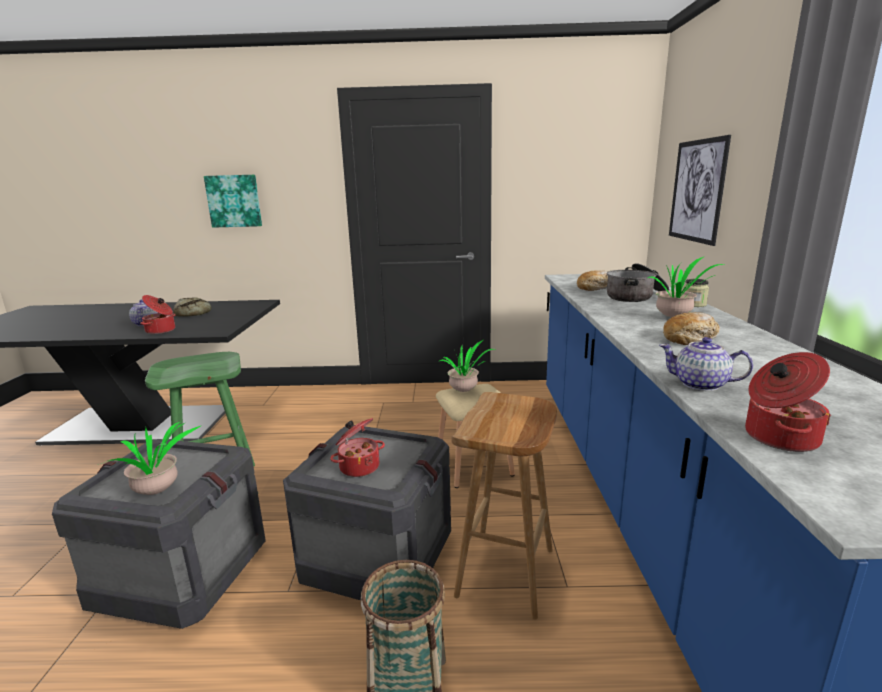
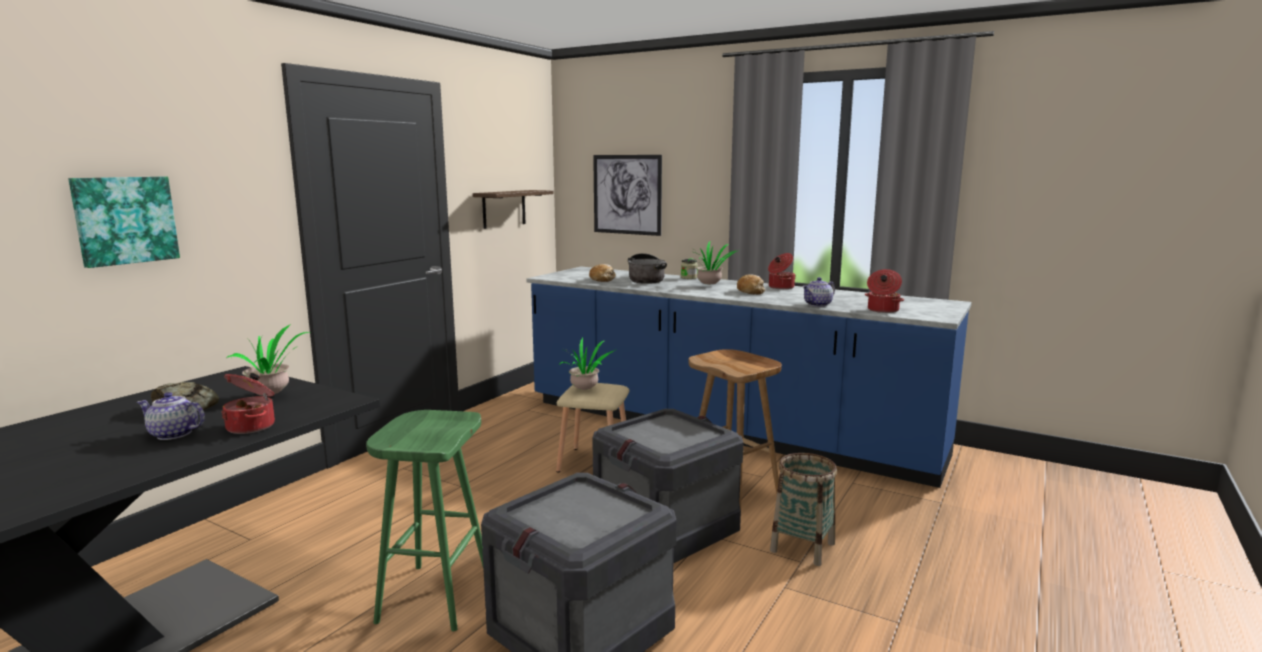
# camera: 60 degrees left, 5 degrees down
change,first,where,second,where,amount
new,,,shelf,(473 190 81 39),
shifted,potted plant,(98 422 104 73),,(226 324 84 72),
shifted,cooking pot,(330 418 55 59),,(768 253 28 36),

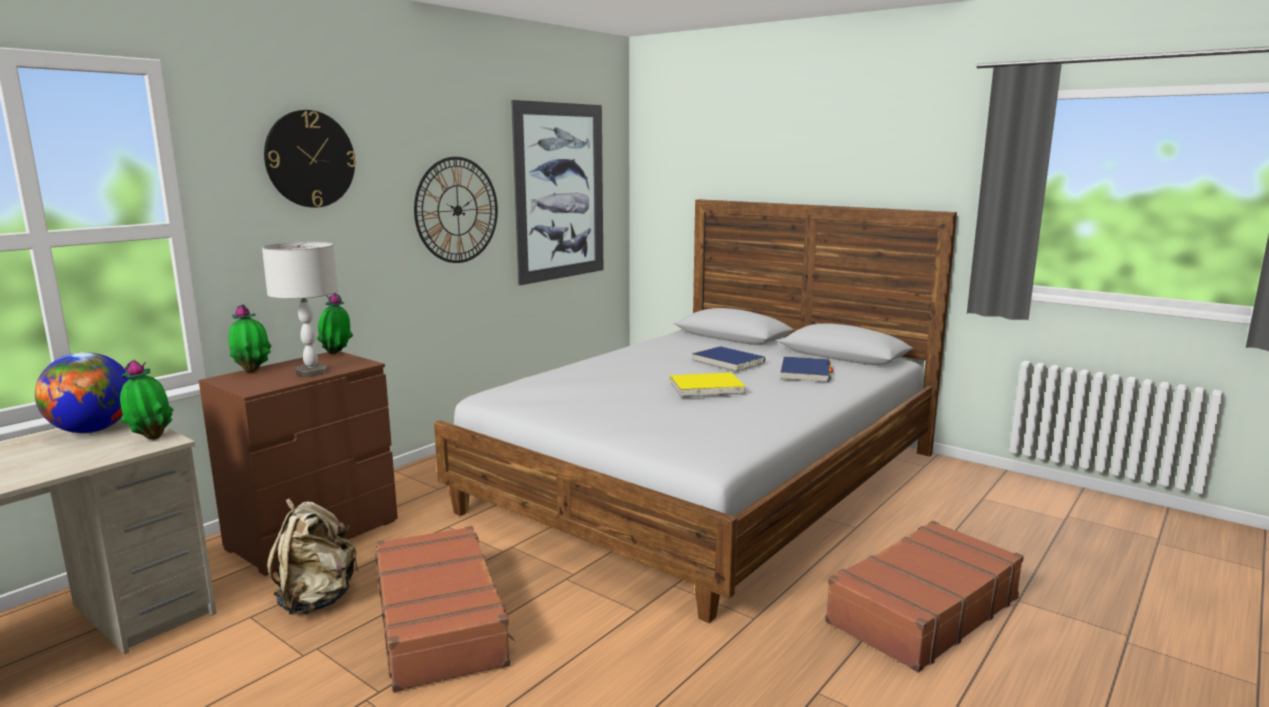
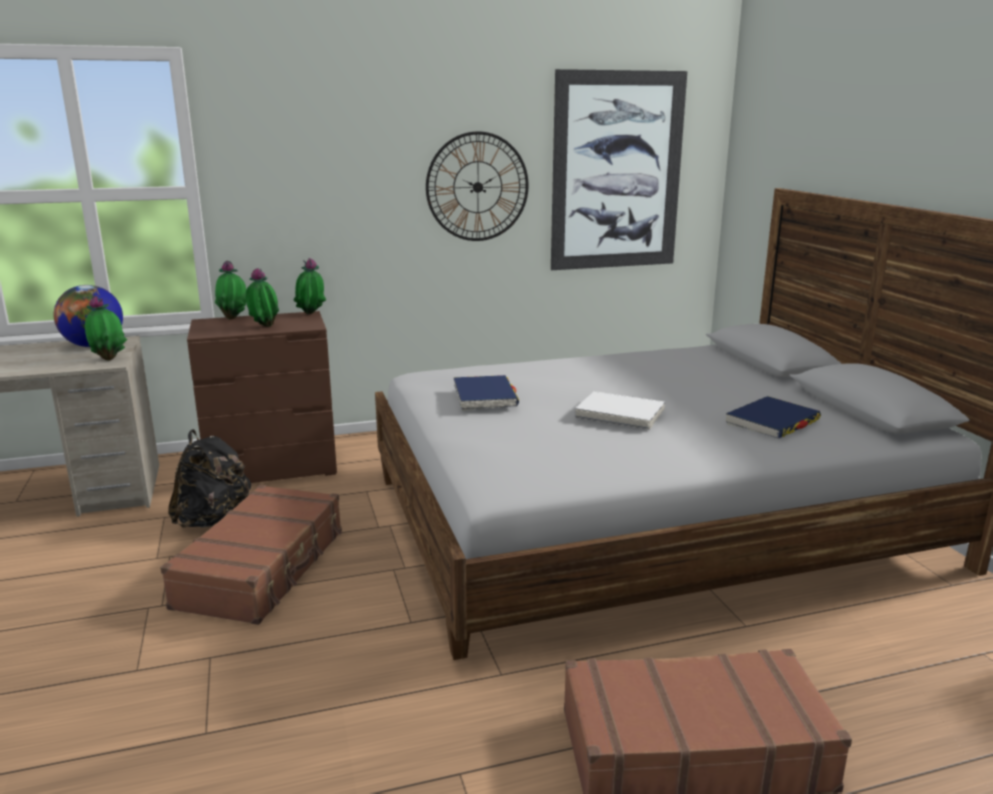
# camera: 35 degrees right, 5 degrees up
change,first,where,second,where,amount
gone,wall clock,(264 110 92 98),,,
shifted,blue book,(692 346 73 26),,(453 375 66 35),
swapped,grey table lamp,(262 242 76 135),potted plant,(246 268 33 59),
repainted,beige backpack,(267 498 92 116),black backpack,(168 429 83 99),
repainted,yellow book,(670 372 76 26),white book,(575 391 90 39),

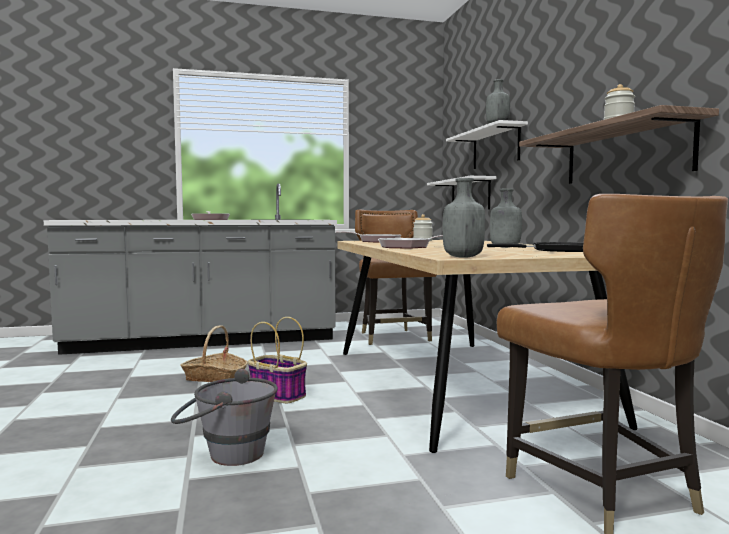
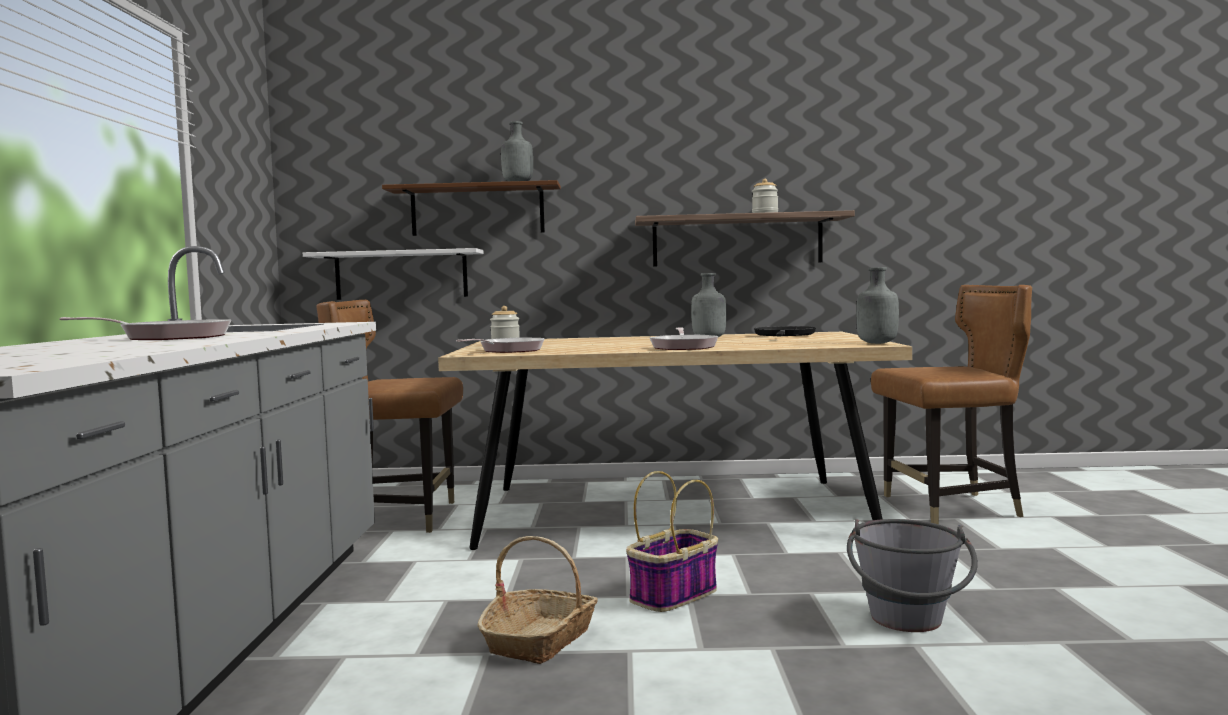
# camera: 75 degrees left, 0 degrees up
change,first,where,second,where,amount
repainted,white shelf,(446 120 82 49),brown shelf,(382 180 179 56),

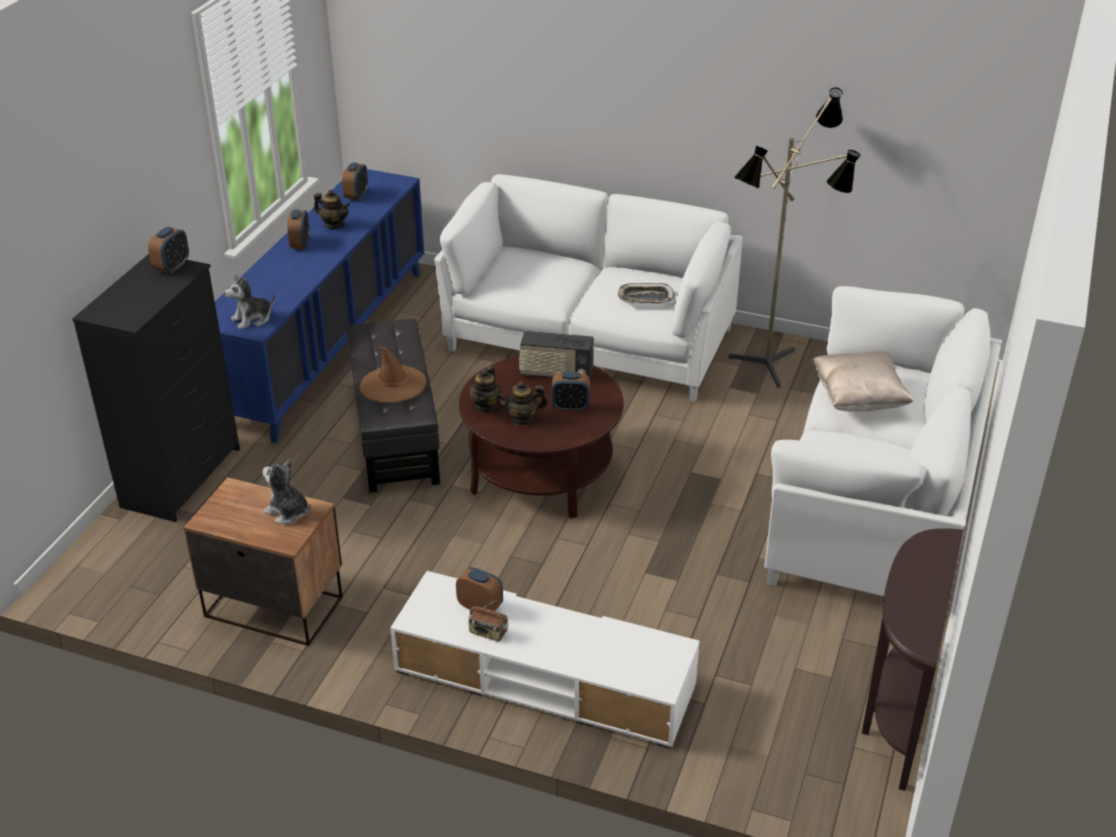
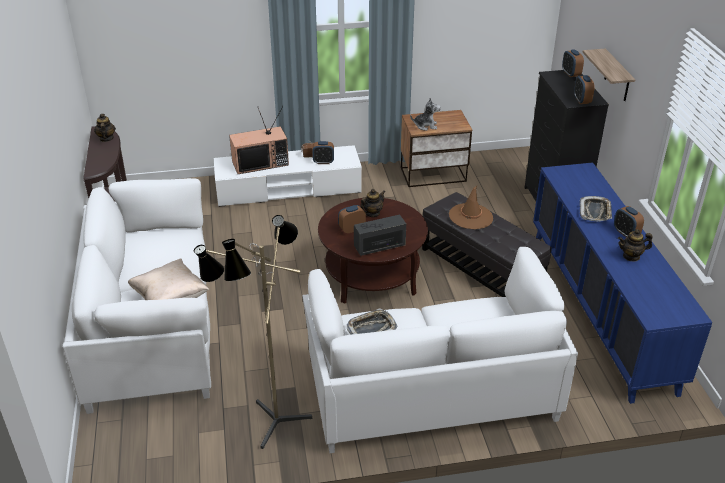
# camera: 150 degrees right, 0 degrees up
change,first,where,second,where,amount
gone,plush toy,(224 275 52 54),,,
new,,,television,(229 106 60 68),
new,,,tray,(580 196 32 26),
new,,,shelf,(582 49 54 52),
shifted,alarm clock,(342 162 26 39),,(562 49 22 28),
shifted,teapot,(469 366 33 47),,(94 114 22 28),

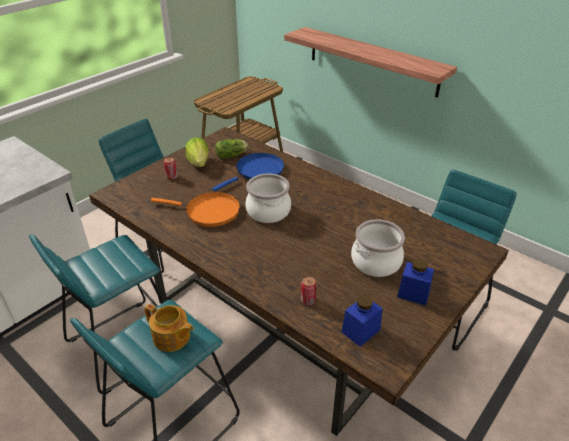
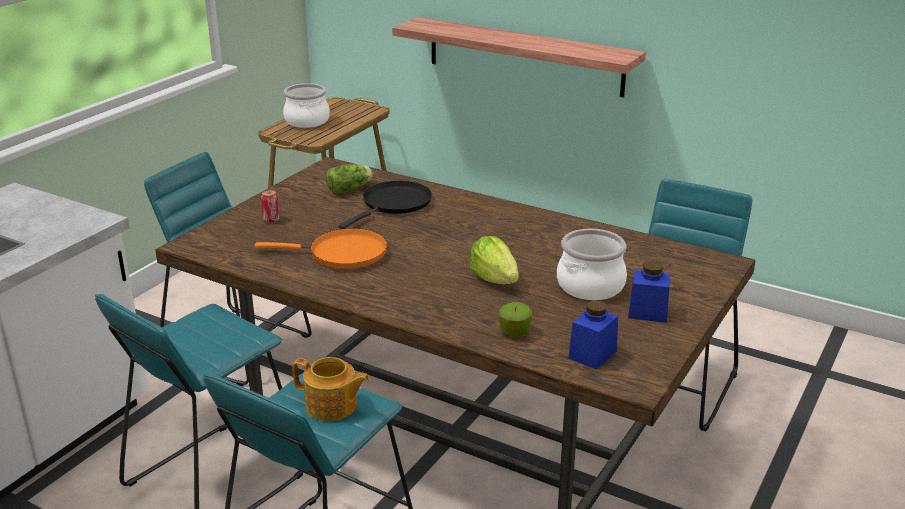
# camera: 10 degrees left, 10 degrees down
change,first,where,second,where,amount
shifted,lettuce,(185 138 24 29),,(470 236 49 48),
shifted,cooking pot,(245 174 46 49),,(283 83 47 45),
swapped,can,(301 277 16 28),apple,(499 302 33 35),
repainted,blue frying pan,(212 153 72 38),black frying pan,(339 181 93 48),

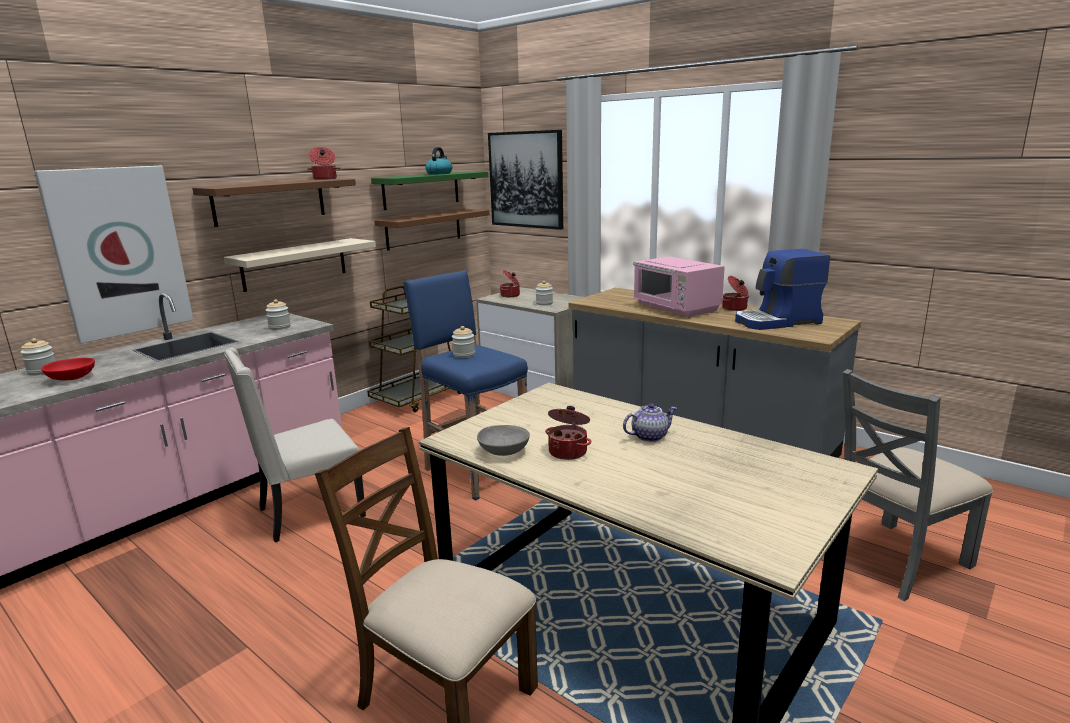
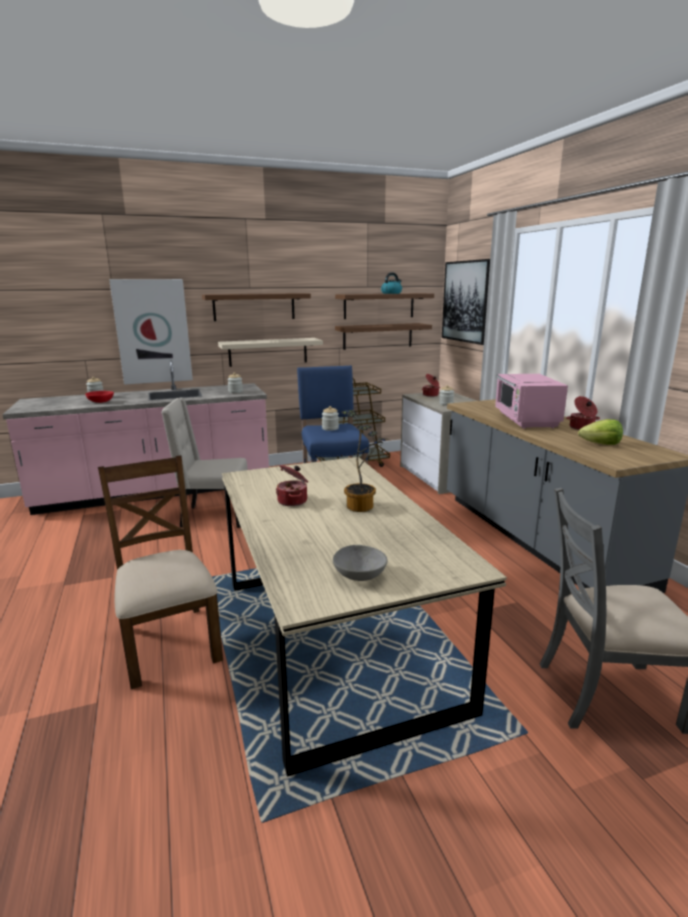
# camera: 30 degrees right, 0 degrees up
change,first,where,second,where,amount
gone,cooking pot,(307 147 33 33),,,
shifted,grey bowl,(477 425 53 31),,(333 545 55 36),
swapped,teapot,(623 403 54 39),potted plant,(341 410 50 102),
swapped,coffee machine,(735 249 95 81),lettuce,(578 419 45 26),
repainted,green shelf,(371 172 117 38),brown shelf,(335 293 99 26),

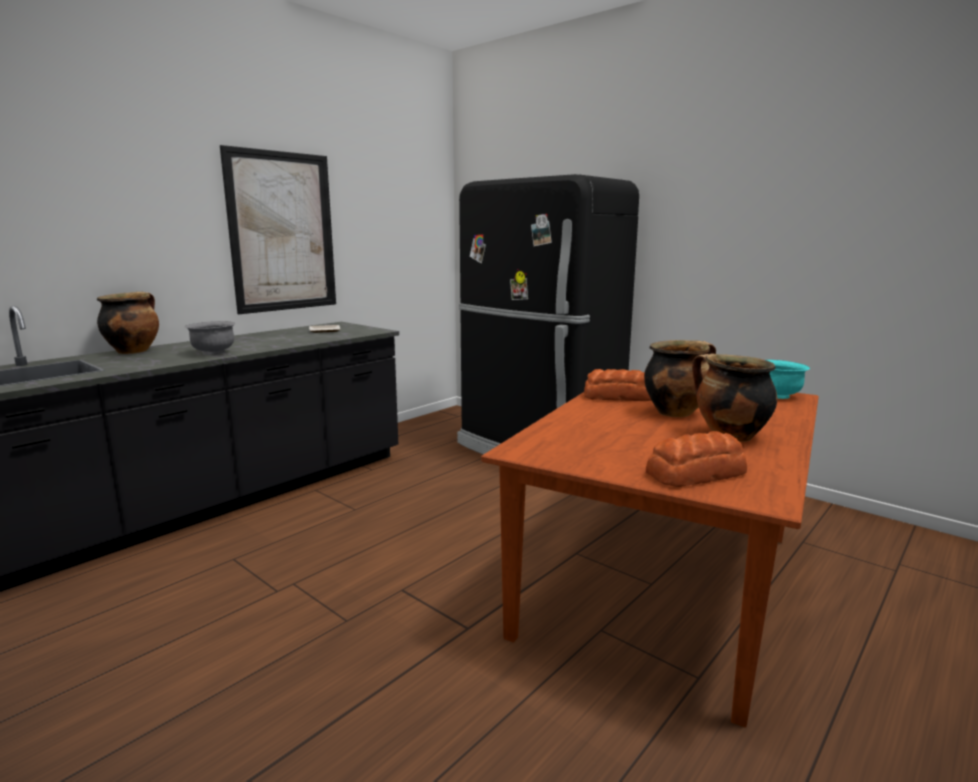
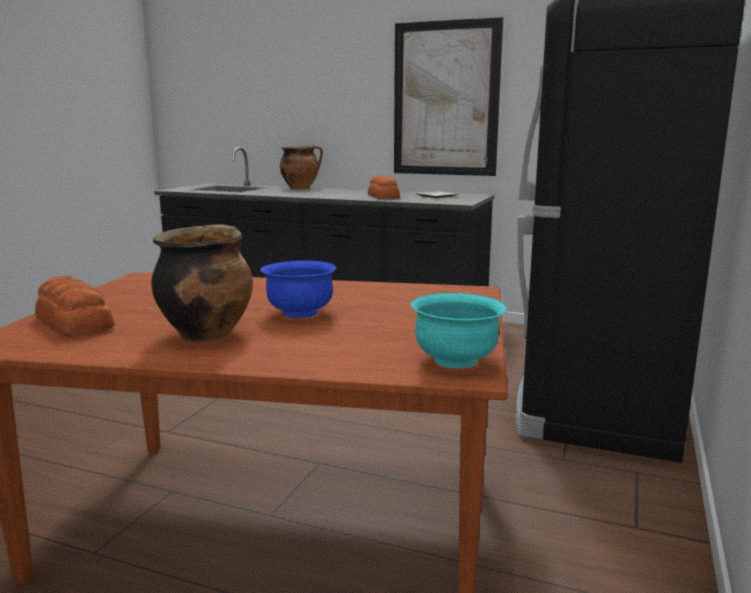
# camera: 70 degrees right, 0 degrees up
change,first,where,second,where,amount
gone,grey bowl,(185 321 51 34),,,
shifted,bread,(584 369 68 32),,(368 175 32 24),
swapped,cooking pot,(644 340 72 77),blue bowl,(260 261 76 57),

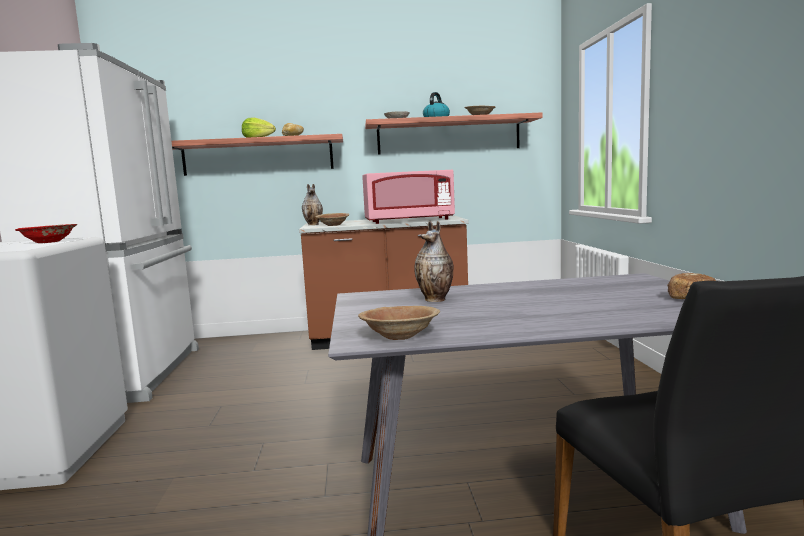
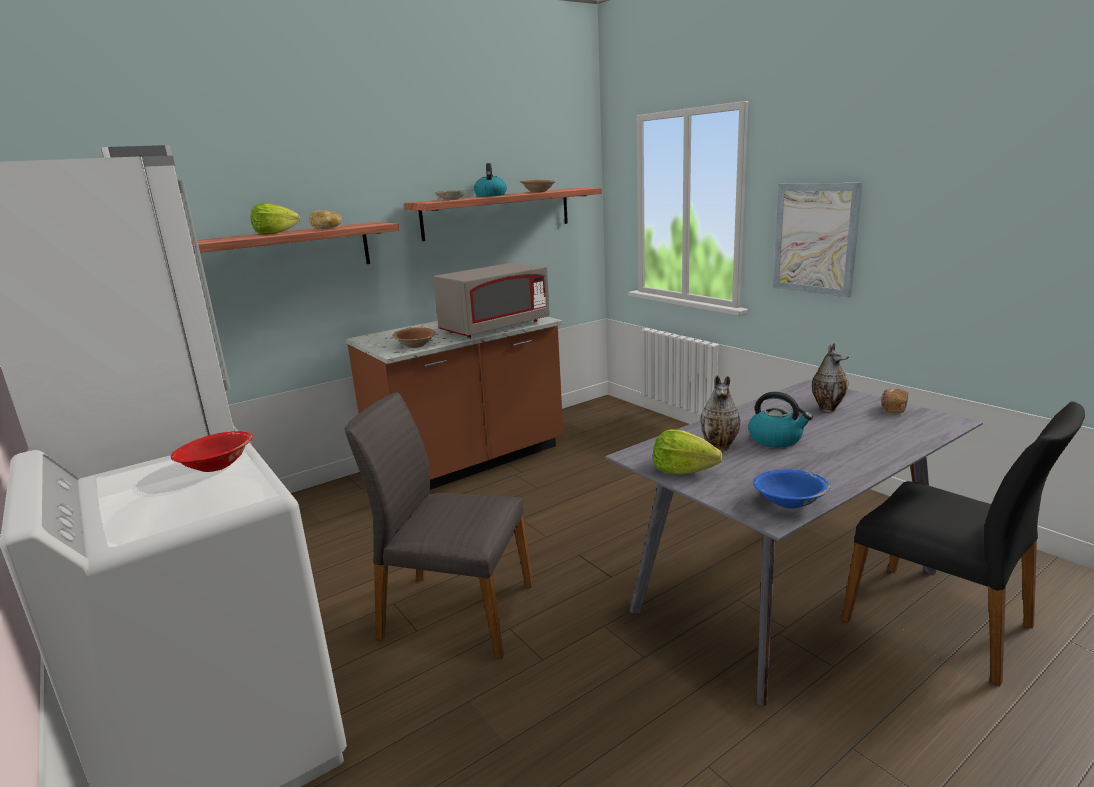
# camera: 30 degrees left, 10 degrees up
change,first,where,second,where,amount
new,,,grey chair,(345 392 188 267),
new,,,lettuce,(653 429 70 46),
new,,,kettle,(748 392 65 56),
new,,,picture,(773 183 89 115),
shifted,vase,(302 184 21 41),,(812 343 37 69),
repainted,brown bowl,(358 306 82 34),blue bowl,(753 469 77 40),
repainted,pink microwave,(362 170 93 54),grey microwave,(433 263 117 75),

